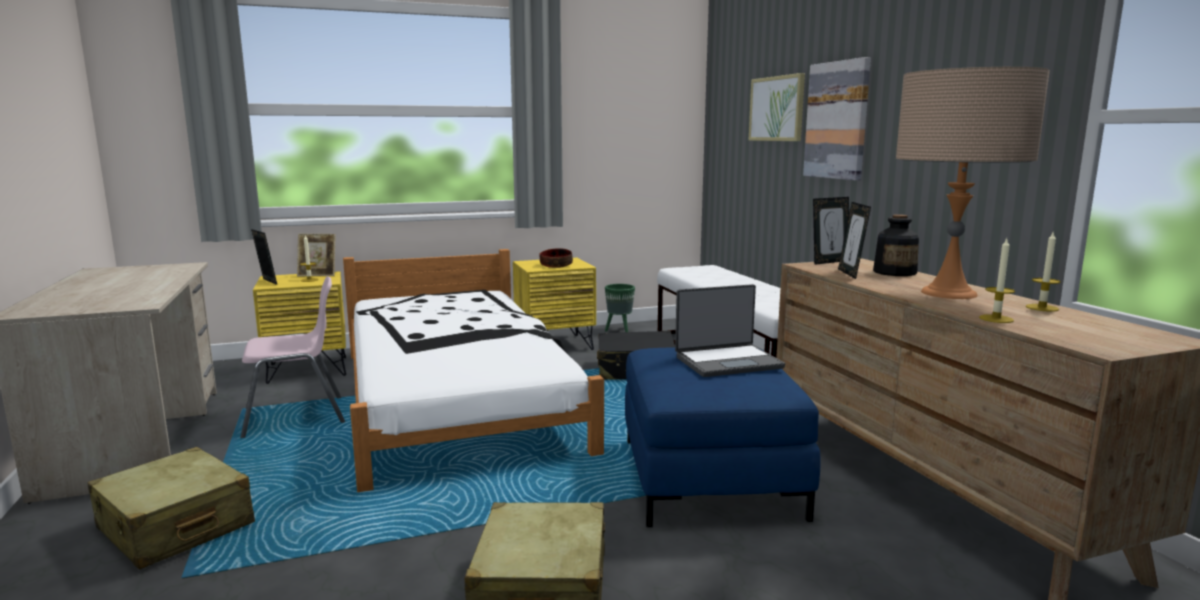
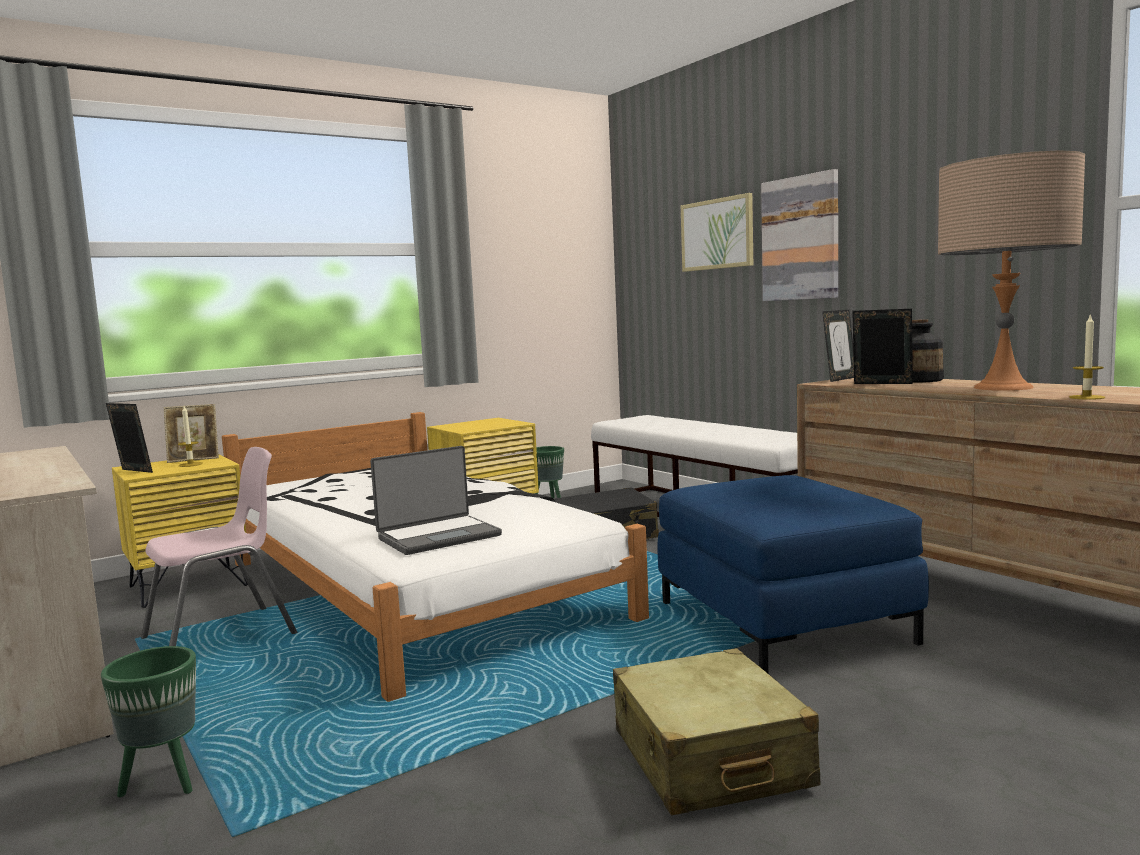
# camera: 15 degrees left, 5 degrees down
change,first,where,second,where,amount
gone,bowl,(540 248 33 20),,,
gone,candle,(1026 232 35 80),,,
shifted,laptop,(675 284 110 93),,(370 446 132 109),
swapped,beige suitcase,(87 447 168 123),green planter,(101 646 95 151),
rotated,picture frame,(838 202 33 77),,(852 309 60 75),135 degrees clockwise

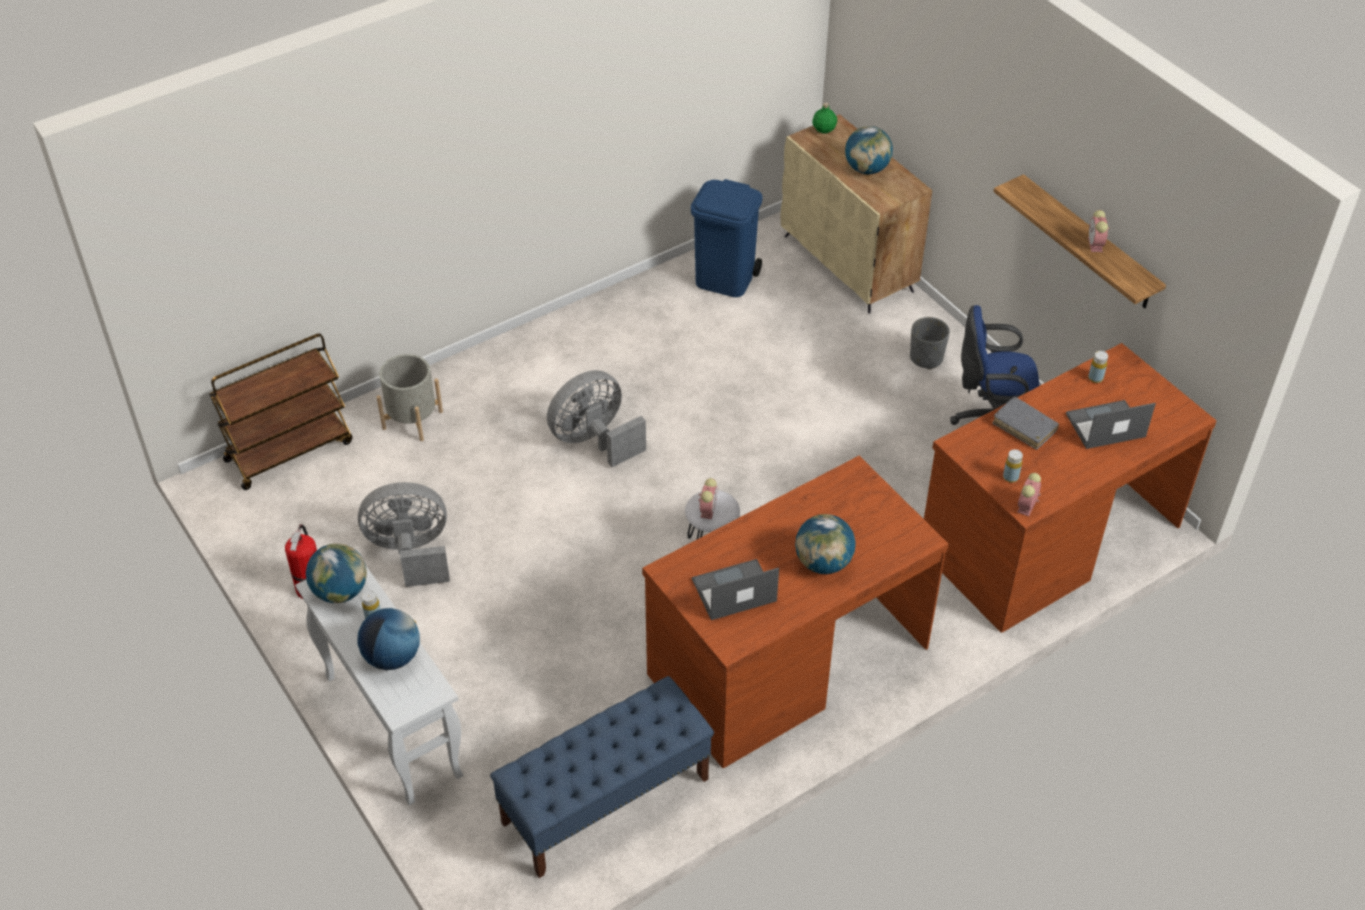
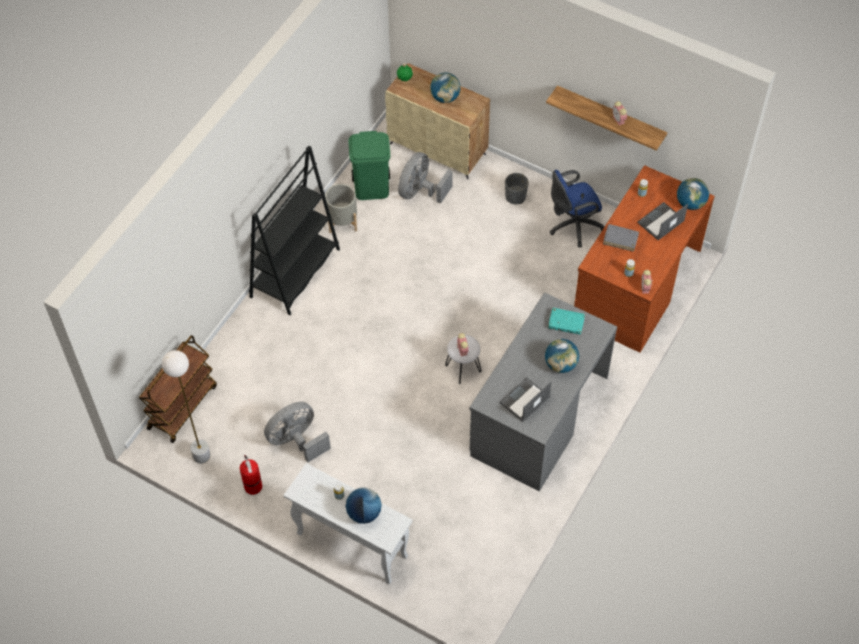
# camera: 25 degrees left, 10 degrees up
change,first,where,second,where,amount
gone,blue bench,(490 676 224 202),,,
new,,,white floor lamp,(162 350 49 114),
new,,,black bookcase,(249 146 91 169),
new,,,turquoise book,(548 308 37 27),
shifted,globe,(306 543 61 60),,(677 178 32 32),
shifted,grey planter,(377 354 66 87),,(325 184 32 49),
shifted,grey fan,(547 370 99 97),,(398 152 55 52),
repainted,brown desk,(642 455 306 313),grey desk,(469 292 148 199),
repainted,blue trash can,(691 179 72 118),green trash can,(348 131 42 69),

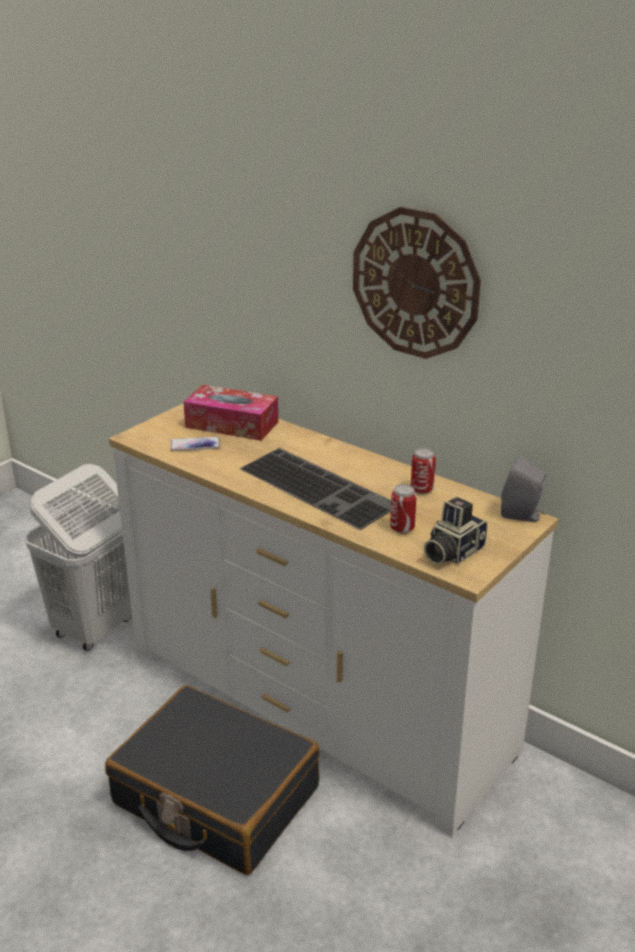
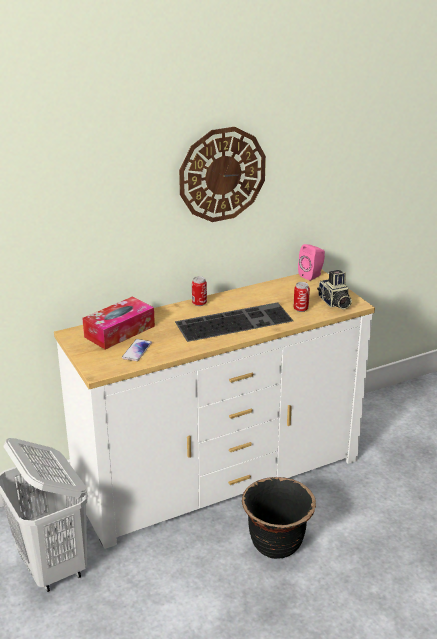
# camera: 65 degrees left, 0 degrees up
change,first,where,second,where,amount
shifted,can,(411 448 25 46),,(192 276 15 30),
swapped,black suitcase,(105 685 215 190),black planter,(242 477 74 82),
repainted,grey speaker,(501 456 45 66),pink speaker,(298 244 27 37),

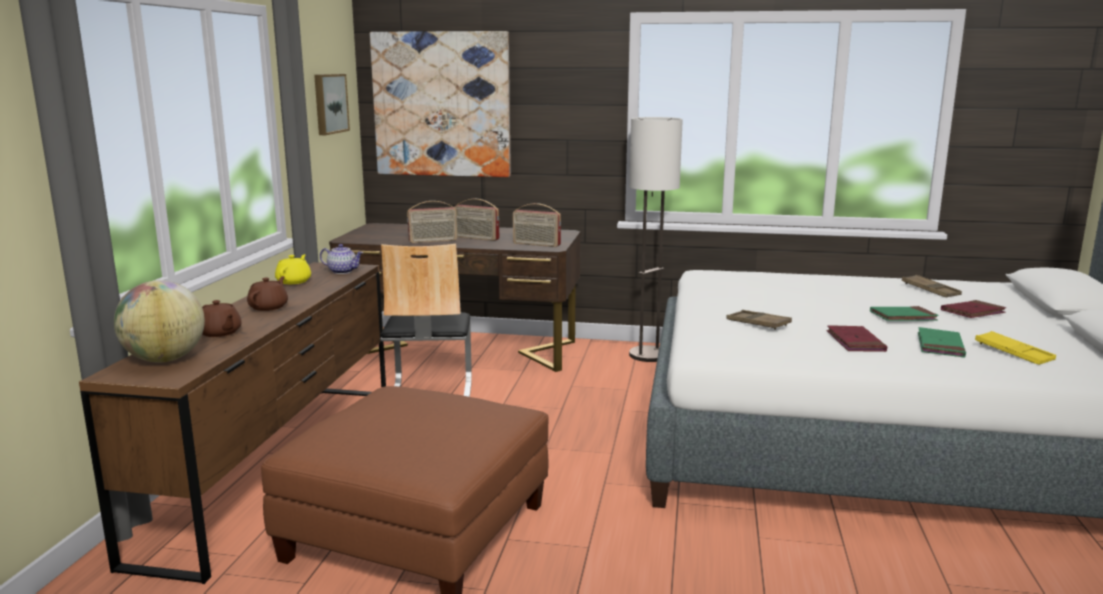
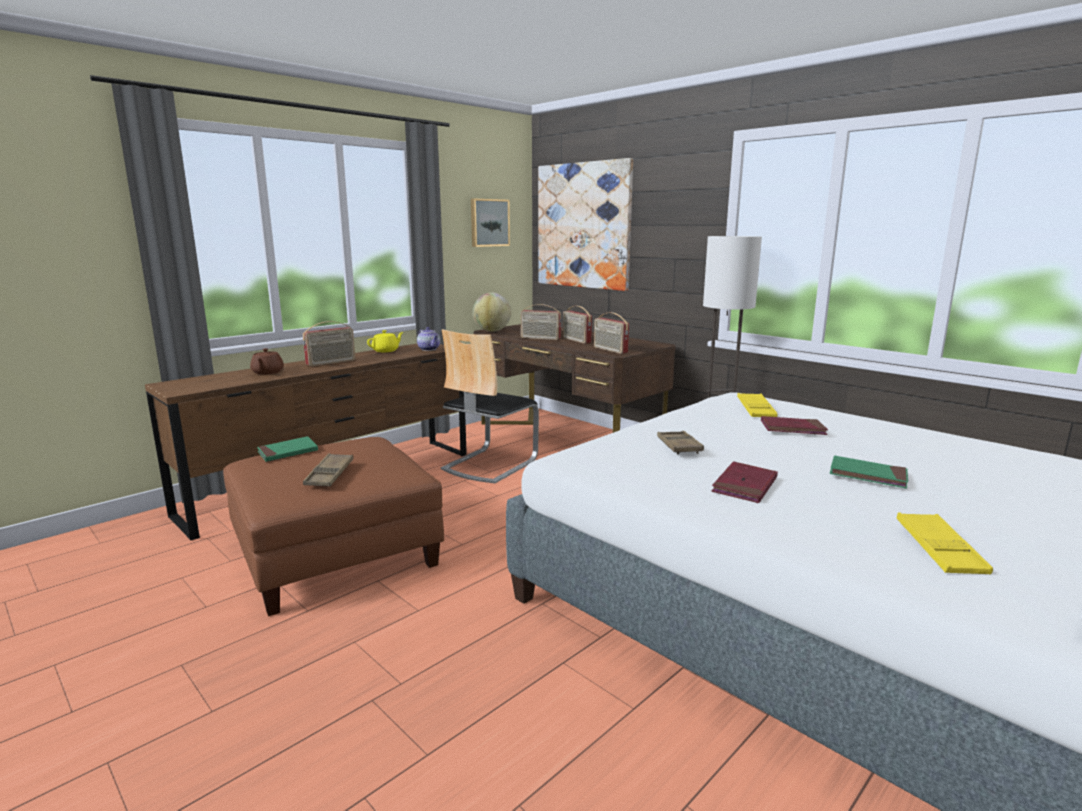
# camera: 35 degrees right, 0 degrees up
change,first,where,second,where,amount
new,,,yellow tray,(737 393 41 24),
shifted,globe,(114 280 91 82),,(473 293 38 39),
shifted,brown tray,(902 275 60 22),,(303 453 51 34),
shifted,green book,(918 327 48 31),,(257 436 61 26),
shifted,red book,(941 300 65 18),,(761 416 67 19),
swapped,brown teapot,(247 276 41 35),radio,(303 321 52 46),

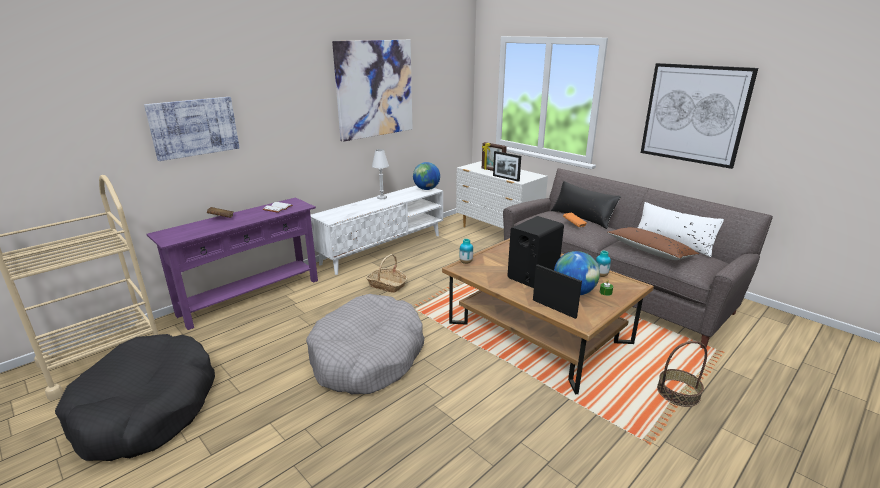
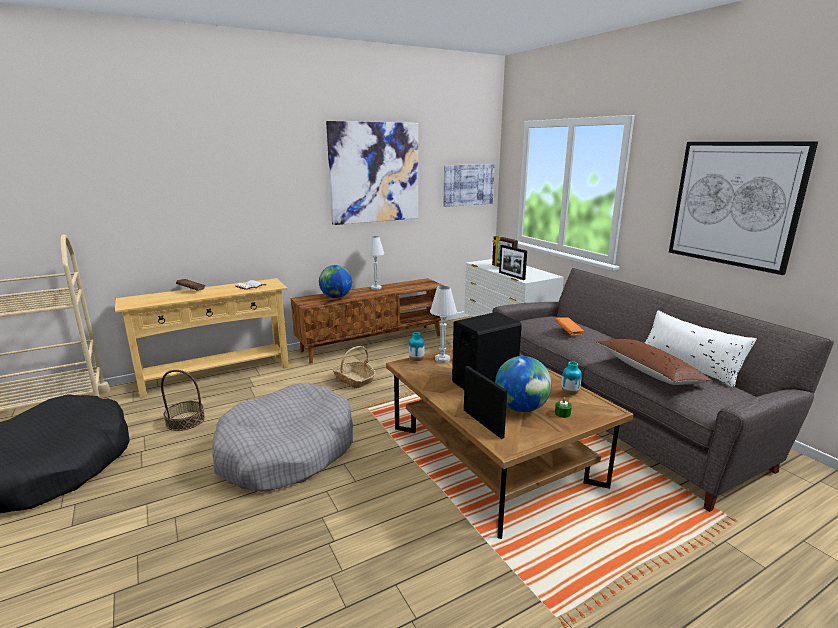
# camera: 15 degrees right, 5 degrees down
change,first,where,second,where,amount
gone,black pillow,(551 181 70 48),,,
new,,,white table lamp,(430 286 27 77),
shifted,picture,(144 97 95 64),,(444 164 51 43),
shifted,globe,(413 162 27 28),,(319 265 33 33),
shifted,basket,(657 341 50 66),,(161 370 44 61),
repainted,purple console table,(147 197 171 133),beige console table,(115 278 174 120),
repainted,white tv stand,(310 186 133 89),brown tv stand,(291 278 153 85),

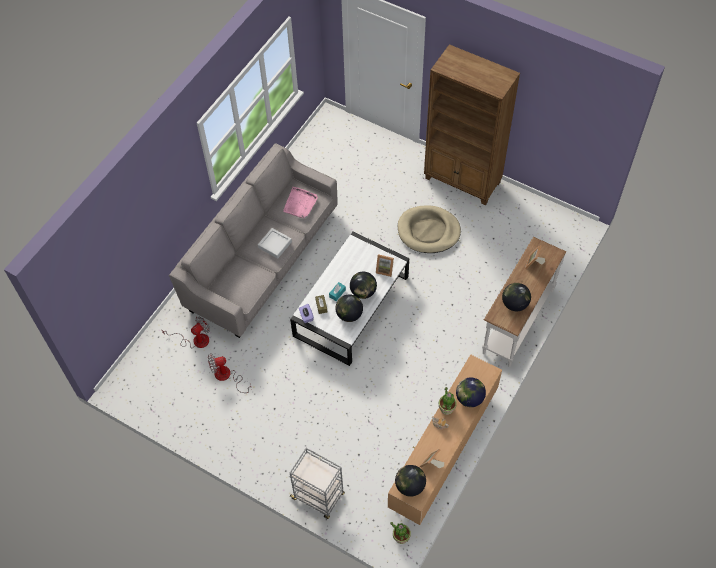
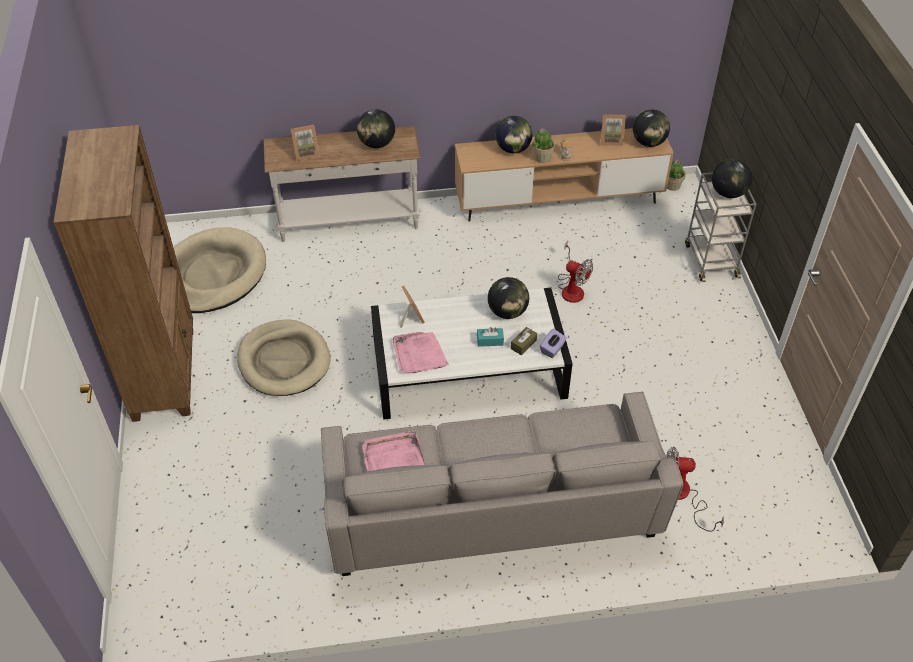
# camera: 130 degrees left, 10 degrees down
change,first,where,second,where,amount
gone,grey tray,(258 228 34 31),,,
new,,,beige dog bed,(173 227 93 86),
new,,,pink tray,(392 332 57 41),
shifted,fan,(208 354 44 39),,(558 241 35 62),
shifted,globe,(350 272 27 27),,(712 159 41 39),

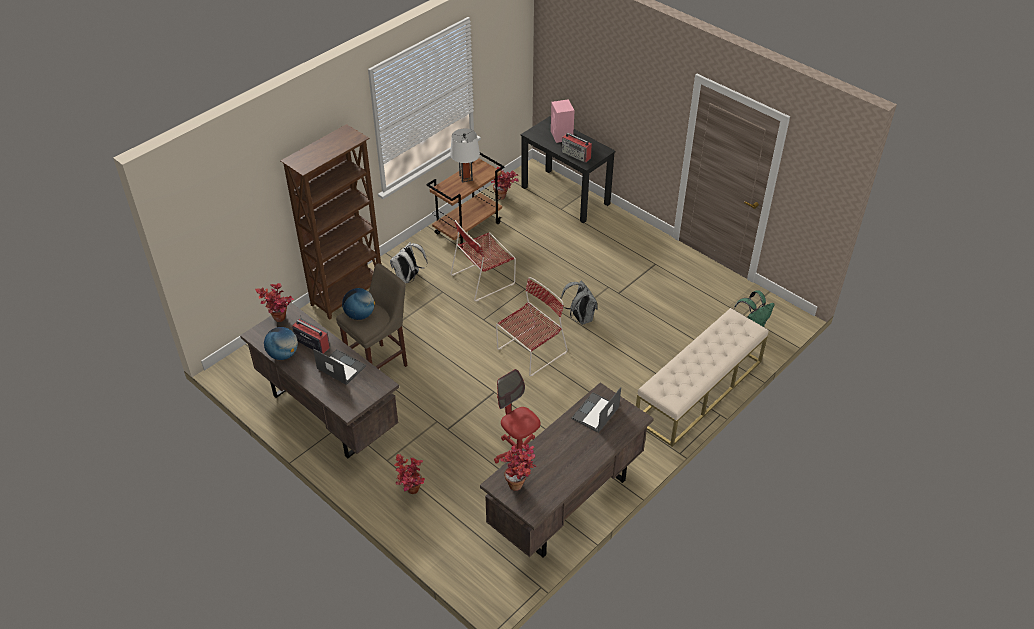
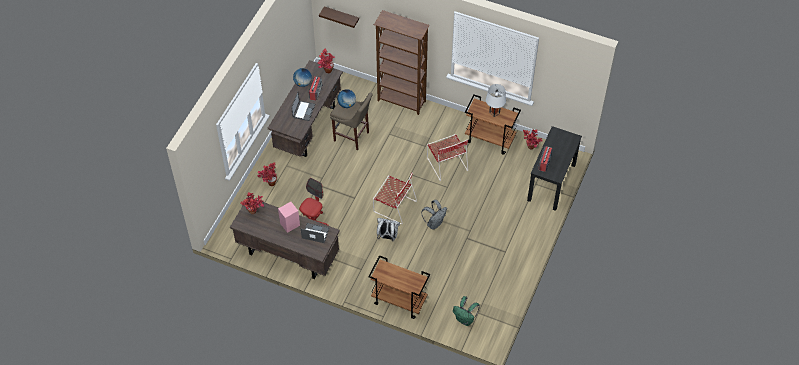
# camera: 70 degrees right, 10 degrees up
change,first,where,second,where,amount
new,,,shelf,(319 6 40 22),
shifted,white backpack,(390 242 37 41),,(377 218 23 23),
shifted,pink speaker,(551 99 24 44),,(278 202 22 31),
swapped,beige bench,(636 308 132 139),brown cart,(369 255 61 64),
rotated,red chair,(451 220 65 81),,(427 134 41 47),150 degrees counterclockwise

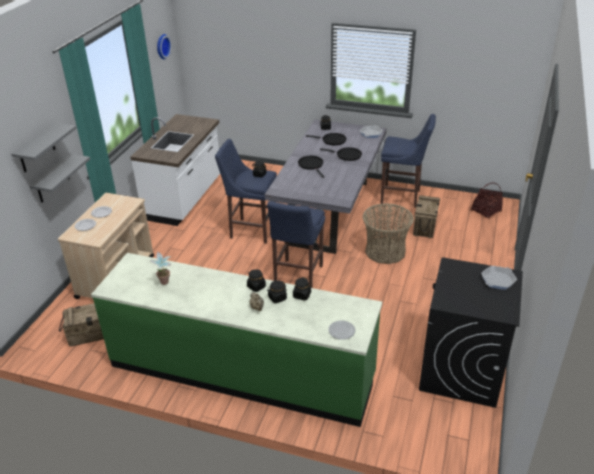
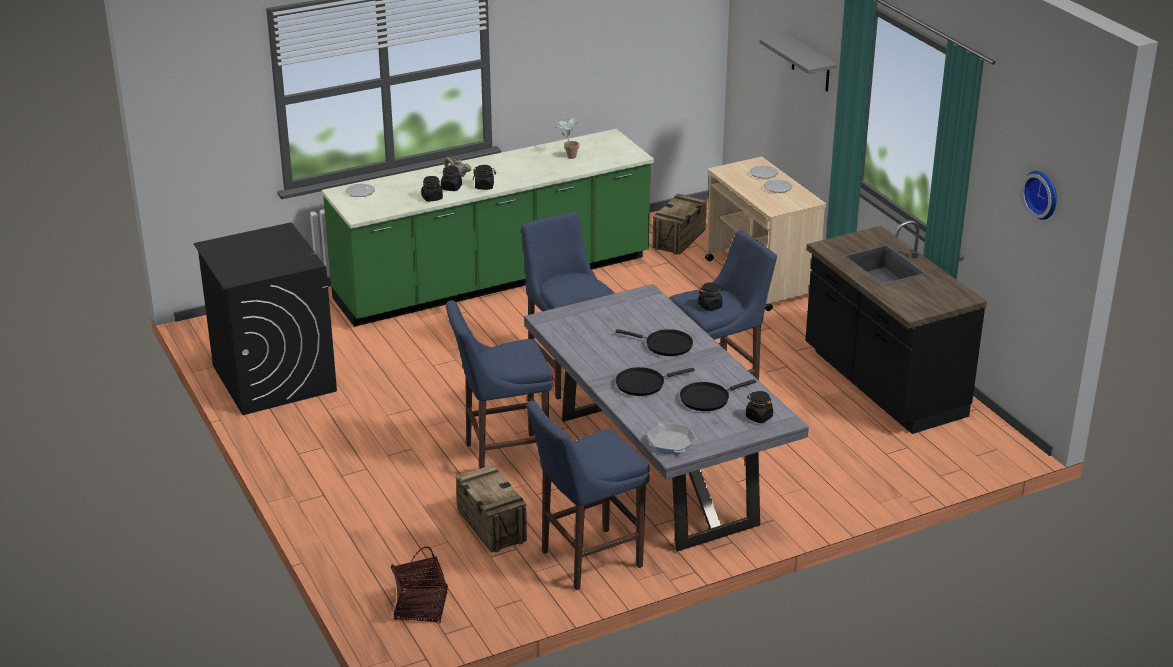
# camera: 135 degrees right, 5 degrees down
change,first,where,second,where,amount
gone,grey shelf,(29 154 61 49),,,
gone,frying pan,(481 266 36 24),,,
swapped,basket,(362 203 52 61),blue stool,(446 300 107 169),
repainted,white counter,(130 114 90 112),black counter,(805 220 182 214),

